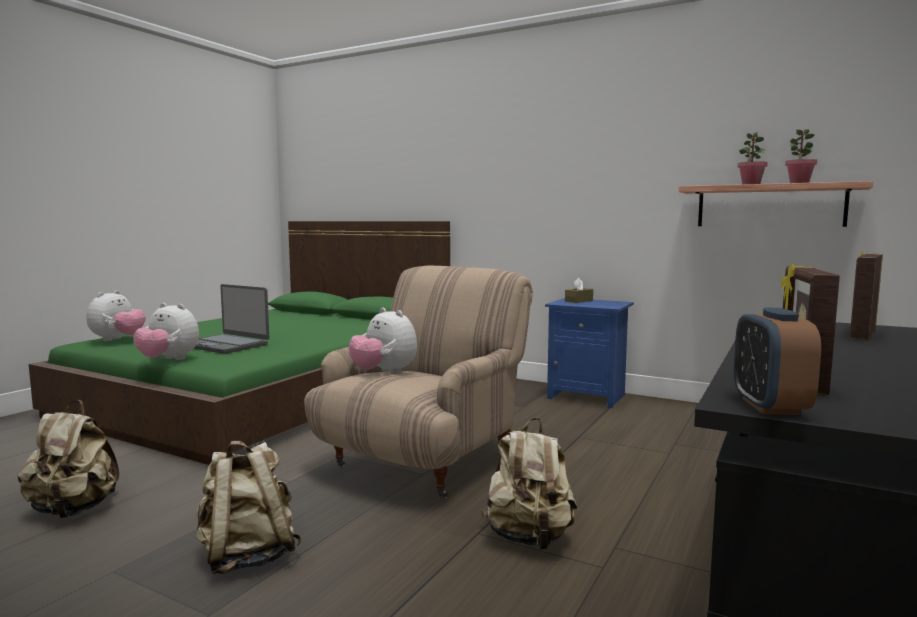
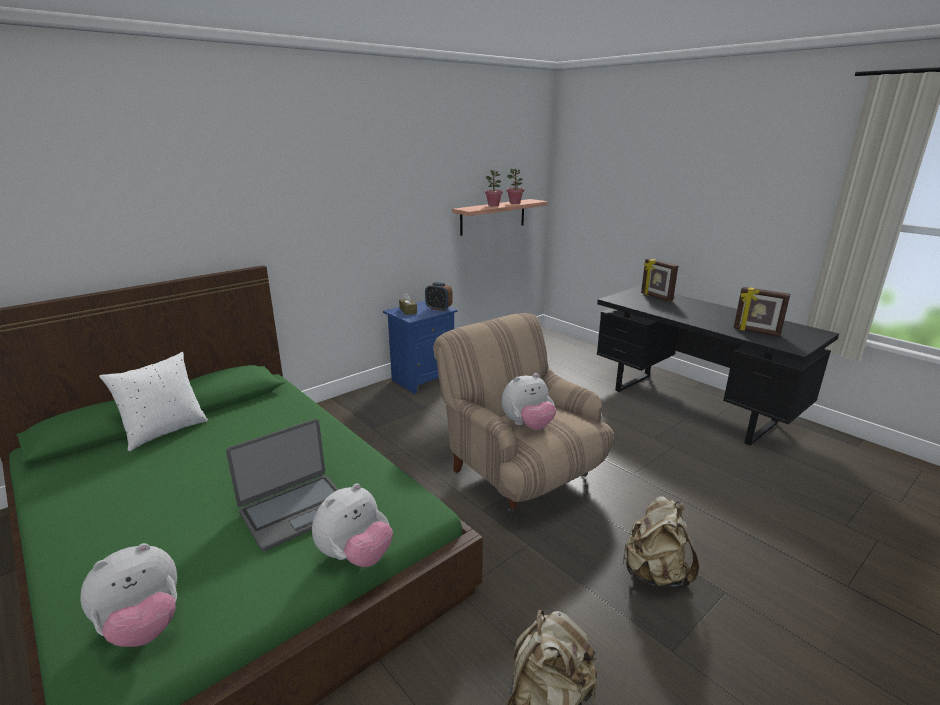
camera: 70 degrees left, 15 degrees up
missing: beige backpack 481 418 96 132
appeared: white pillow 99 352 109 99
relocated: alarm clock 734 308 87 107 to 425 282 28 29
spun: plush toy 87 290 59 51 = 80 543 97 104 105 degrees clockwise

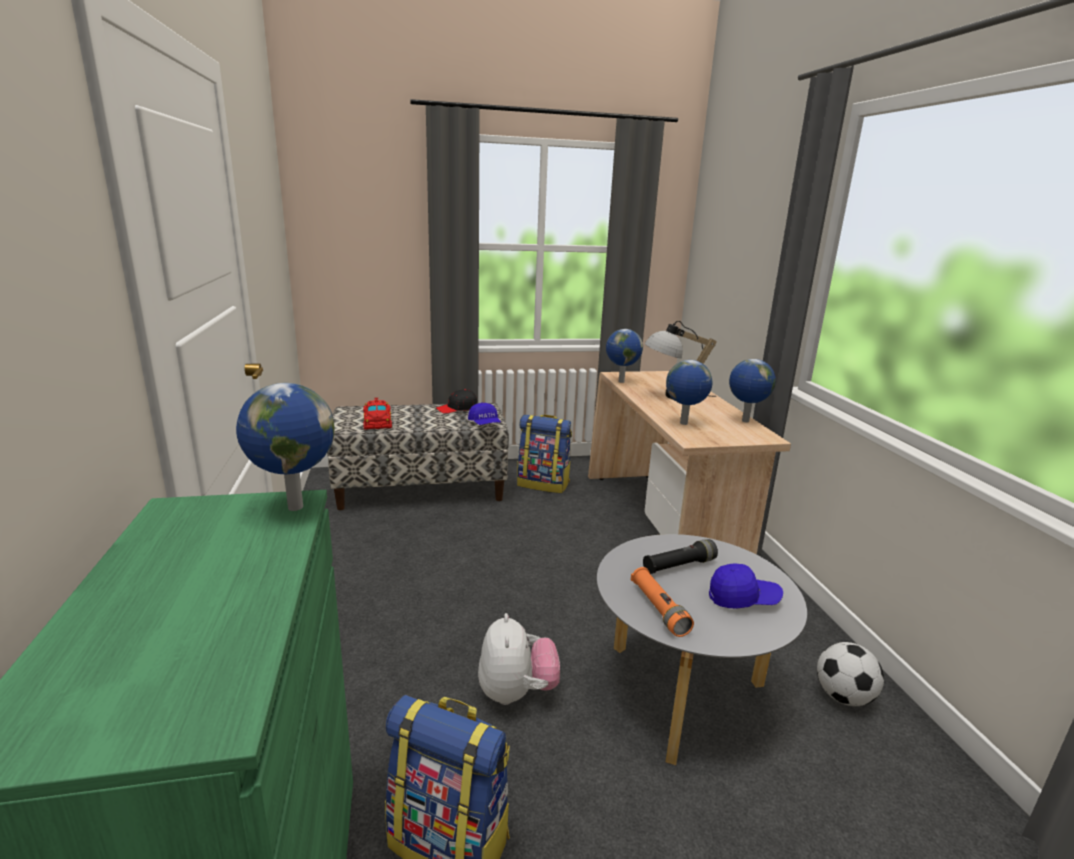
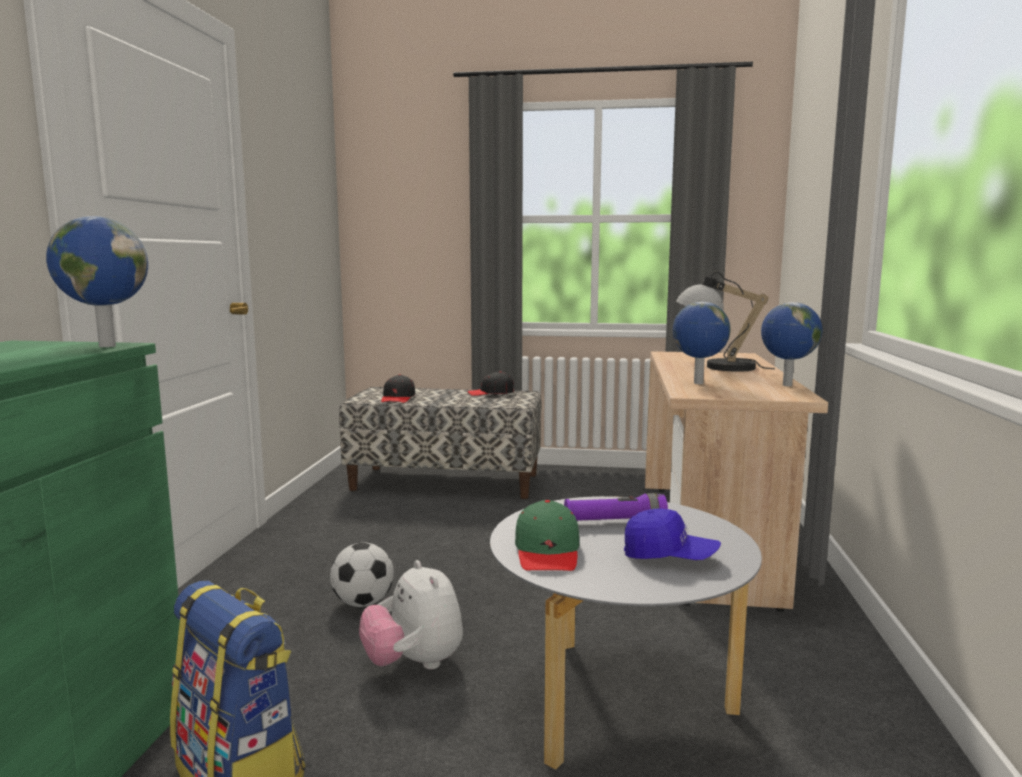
camera: 20 degrees right, 10 degrees down
missing: blue cap 468 403 33 22; backpack 517 415 55 78; globe 606 329 37 54
relocated: football 817 642 67 64 to 330 543 64 64
exchanged: red toy car 363 398 29 32 to black cap 381 374 34 29; orange flashlight 631 567 63 70 to green cap 515 500 64 71
colour: black flashlight 643 539 75 35 to purple flashlight 564 493 104 28
spun: plush toy 478 613 82 92 = 359 560 104 109 135 degrees clockwise

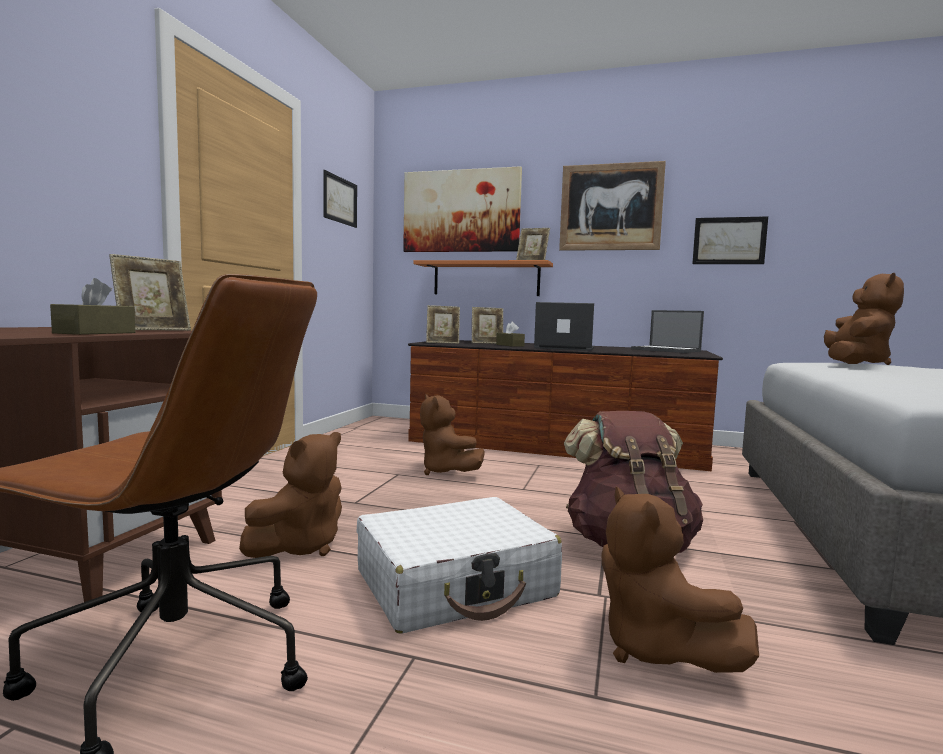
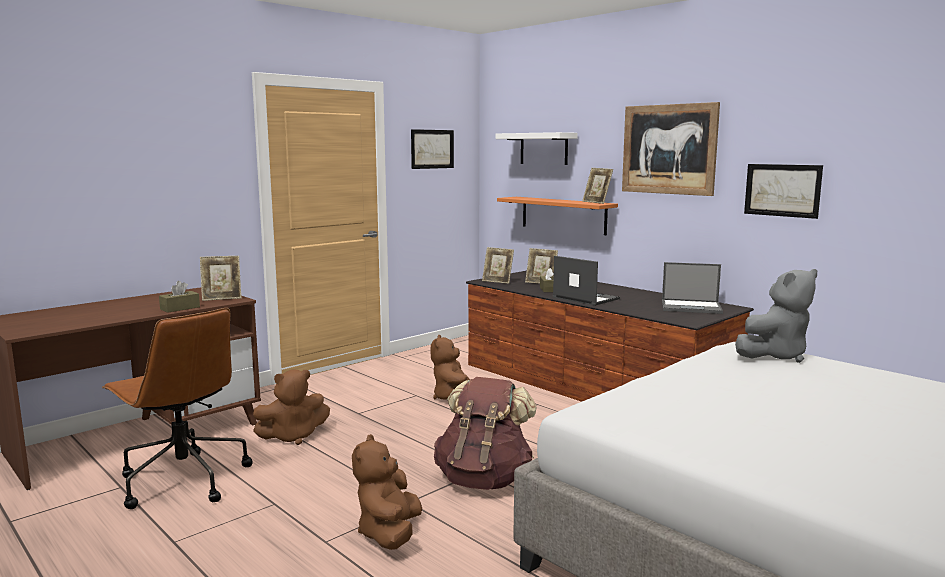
camera: 30 degrees right, 5 degrees up
missing: white suitcase 357 497 205 137
exchanged: picture 403 166 119 86 to white shelf 496 132 82 33
colour: brown plush toy 824 273 80 92 to grey plush toy 735 269 82 94
spun: laptop 631 310 73 43 = 662 262 61 52 60 degrees counterclockwise

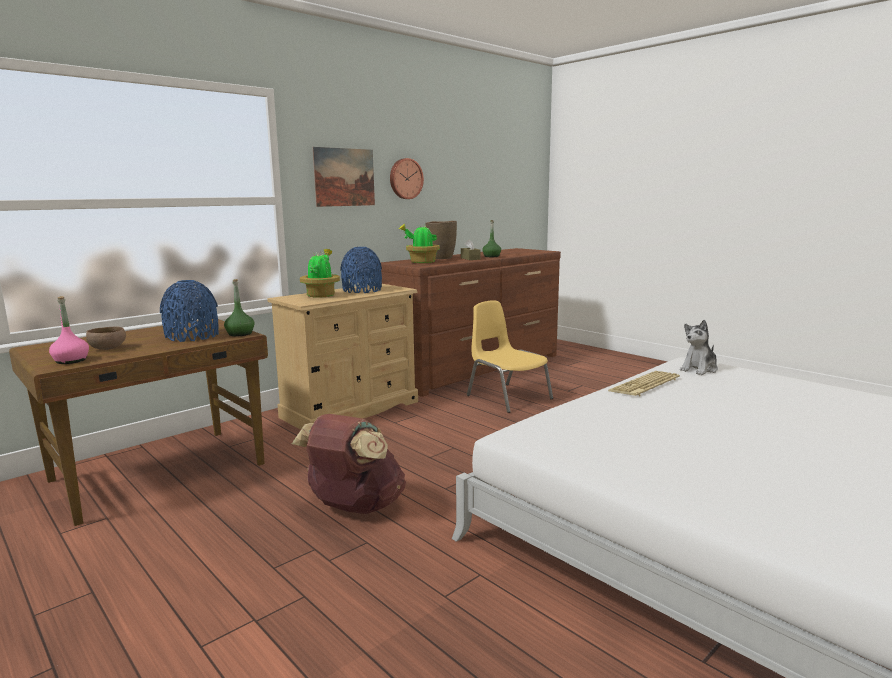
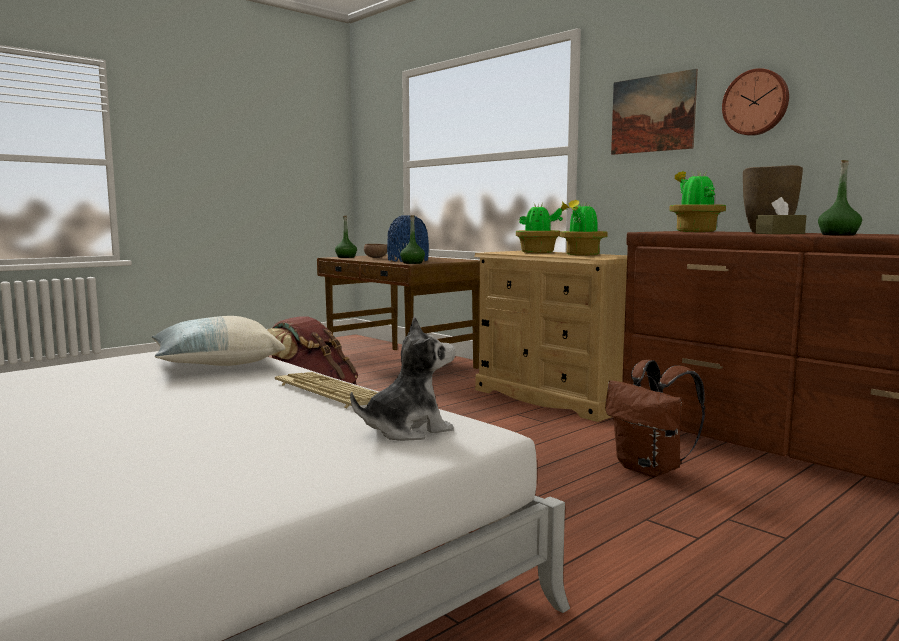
camera: 90 degrees right, 5 degrees down
appeared: pillow 151 316 134 50
exchanged: blue vase 340 247 42 46 to potted plant 560 200 48 56; yellow chair 467 300 86 113 to brown backpack 605 359 100 118
colour: pink bottle 49 296 40 68 to green bottle 335 215 22 43
spun: plush toy 680 320 38 55 = 350 316 105 125 105 degrees clockwise

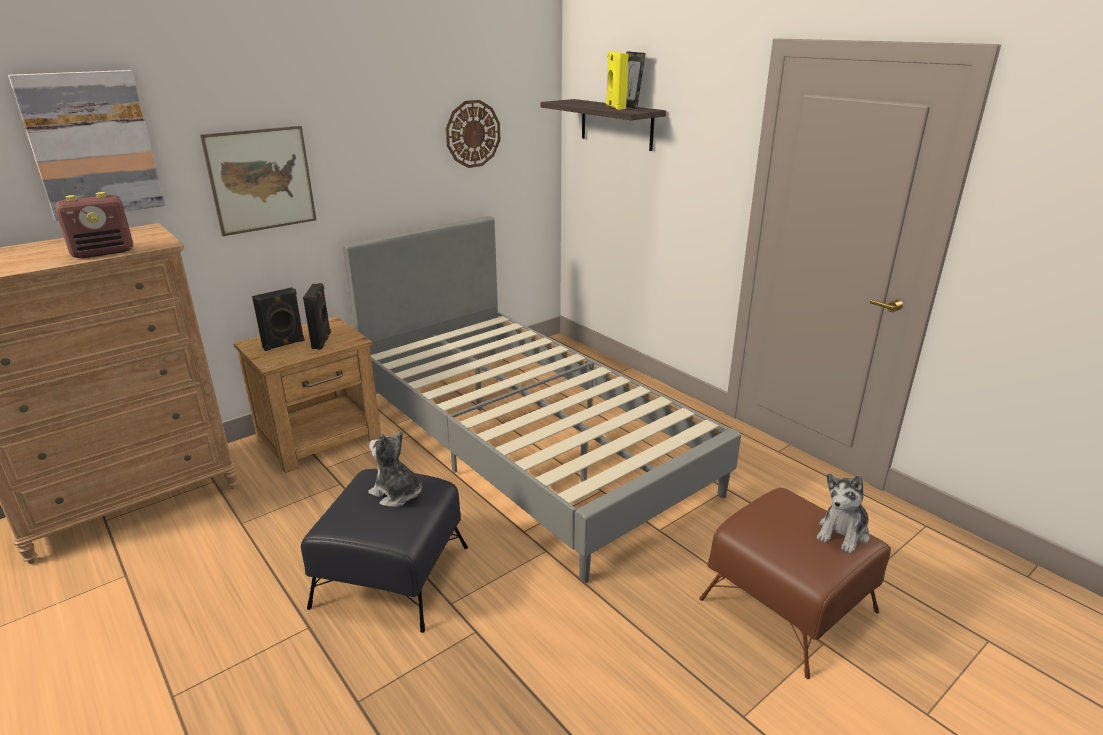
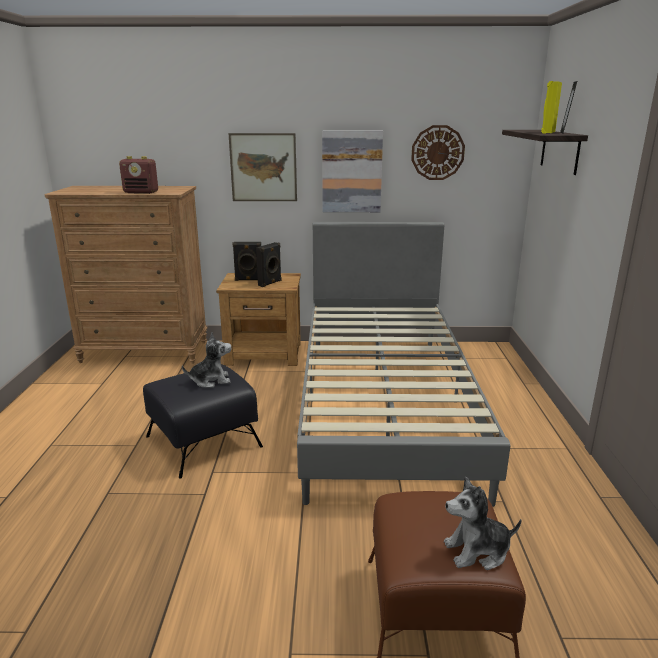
camera: 40 degrees right, 5 degrees down
relocated: picture 8 70 157 151 to 322 130 61 82
spun: plush toy 368 430 54 77 = 182 332 50 56 90 degrees clockwise

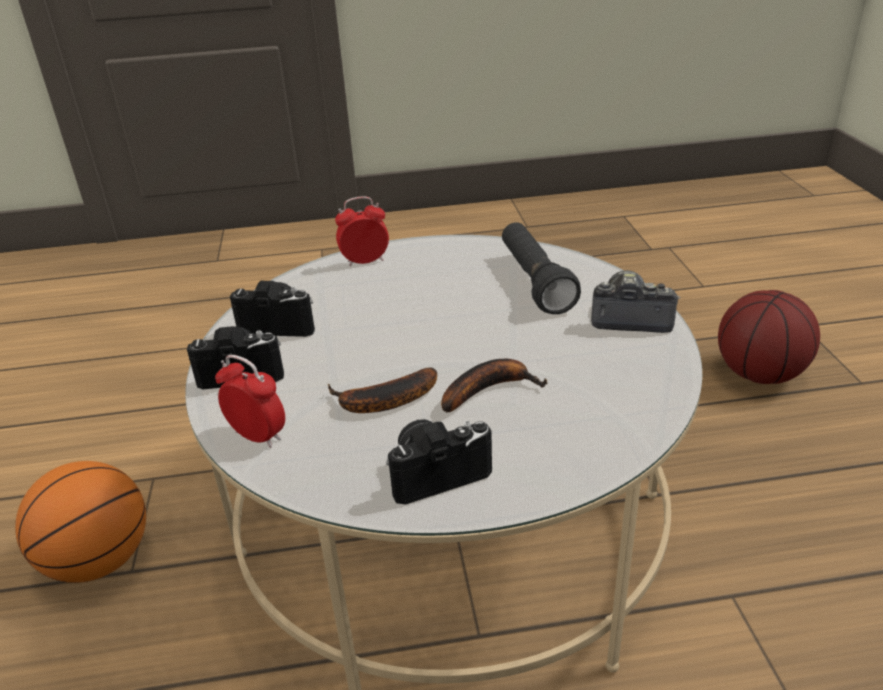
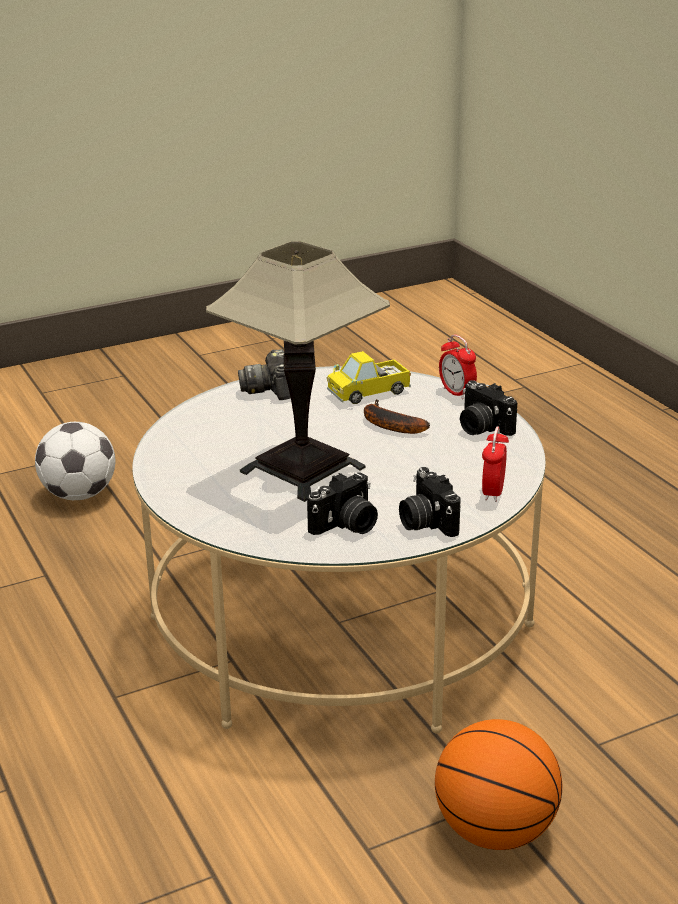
camera: 110 degrees left, 5 degrees down
missing: banana 328 367 109 46; black flashlight 502 222 79 92
appeared: table lamp 206 241 184 261; toy truck 327 351 84 53
relocated: alarm clock 335 196 54 70 to 439 335 38 65
exchanged: basketball 718 290 102 94 to football 35 422 81 78
spun: photo camera 230 281 85 56 = 307 472 71 63 120 degrees counterclockwise

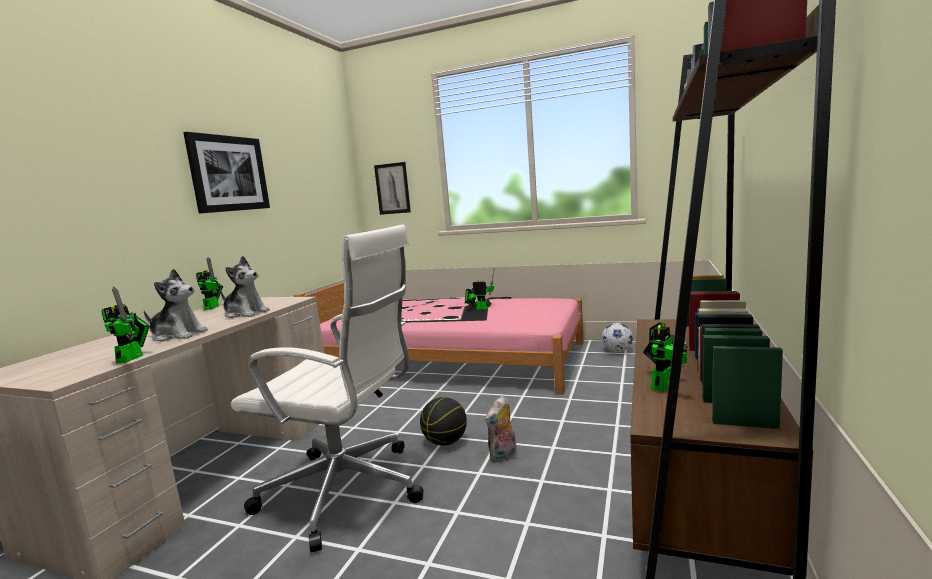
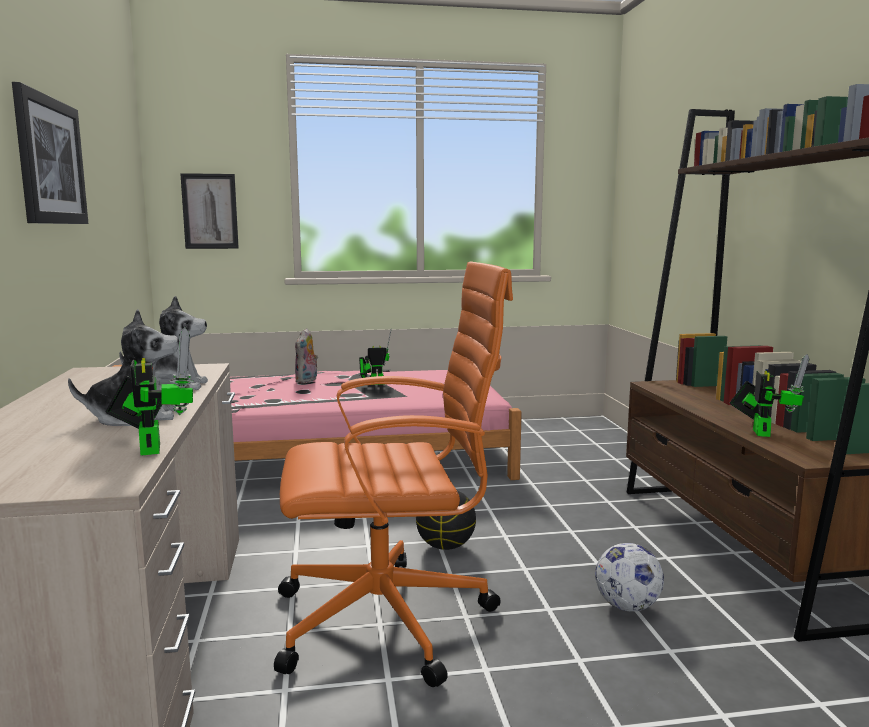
camera: 30 degrees left, 0 degrees up
missing: toy robot 196 257 27 53
relocated: plush toy 485 396 31 67 to 295 328 23 55; football 602 323 31 29 to 595 543 69 69
colour: white office chair 231 225 193 328 to orange office chair 274 261 239 426

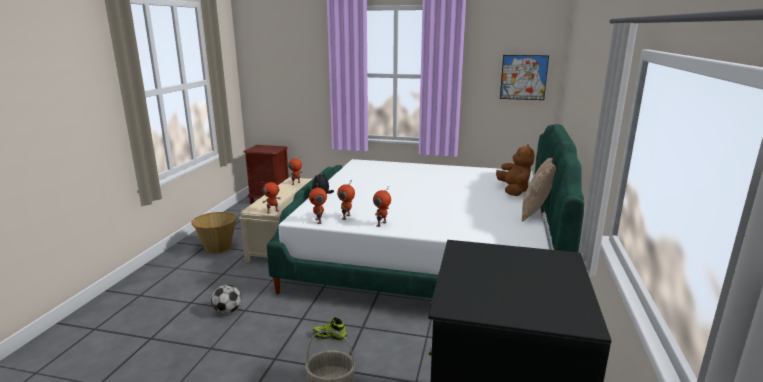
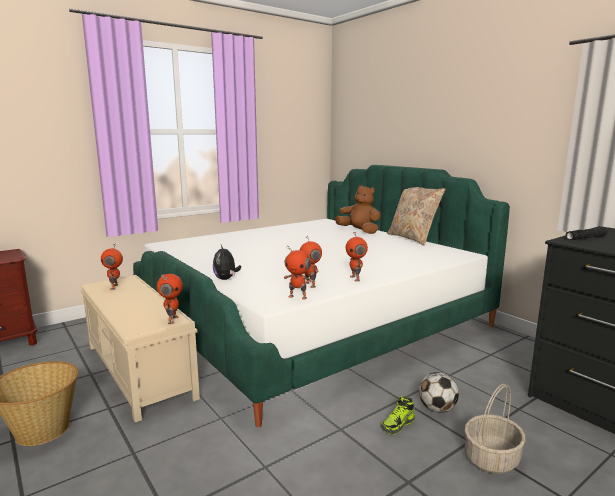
camera: 50 degrees left, 5 degrees down
missing: picture 500 55 49 45
appeared: black flashlight 566 228 42 12
relocated: football 211 284 30 30 to 419 372 40 41

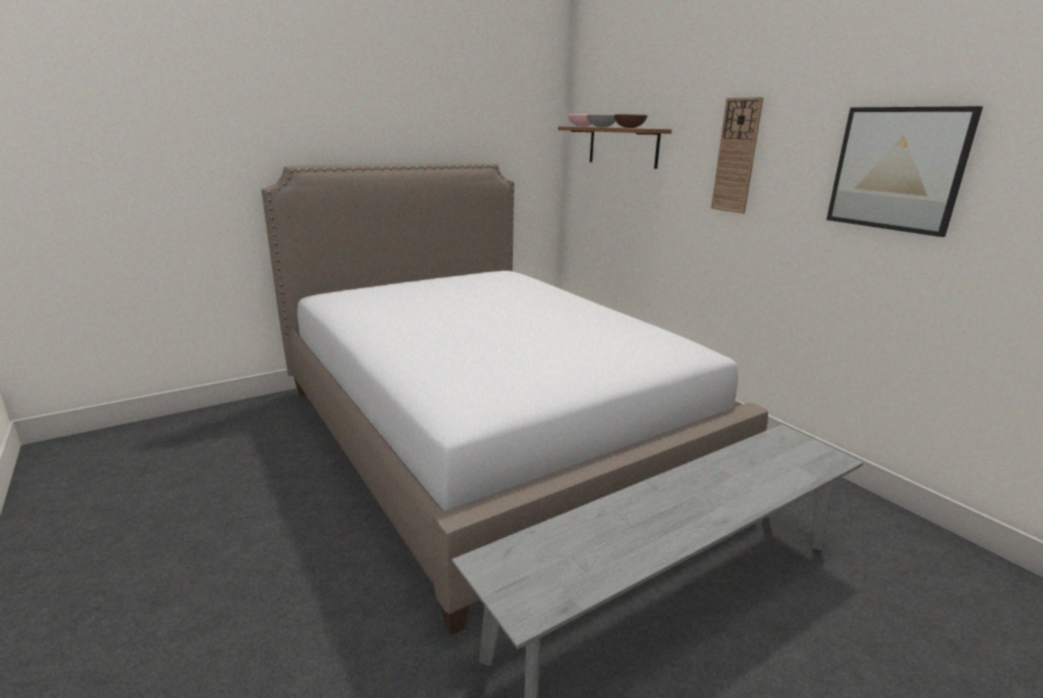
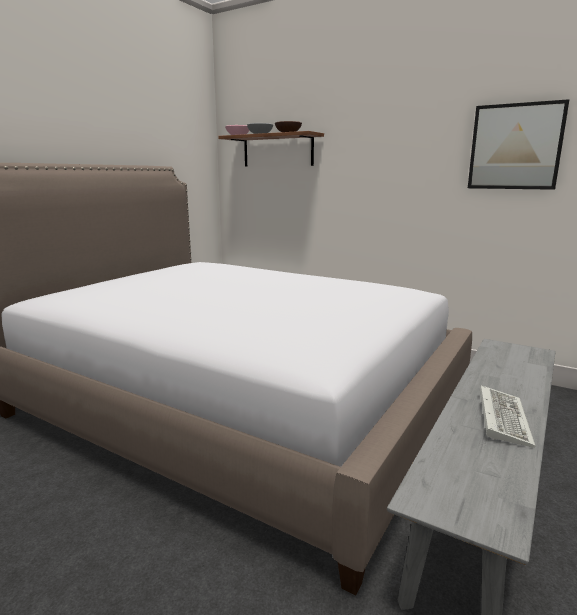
camera: 25 degrees left, 5 degrees down
missing: wall clock 711 97 53 117
appeared: keyboard 480 385 56 63

